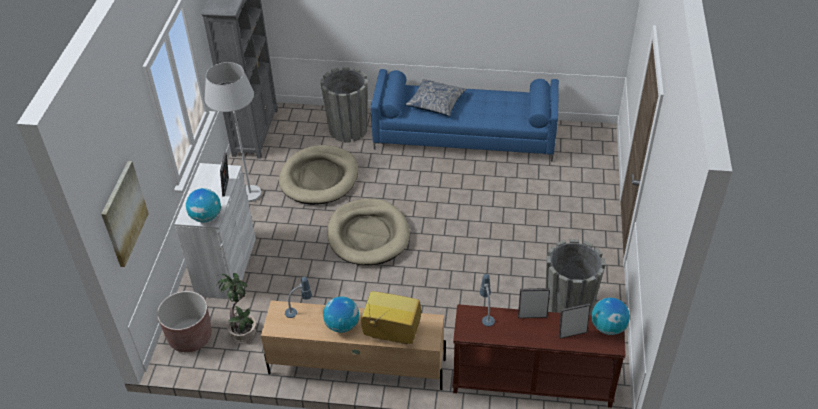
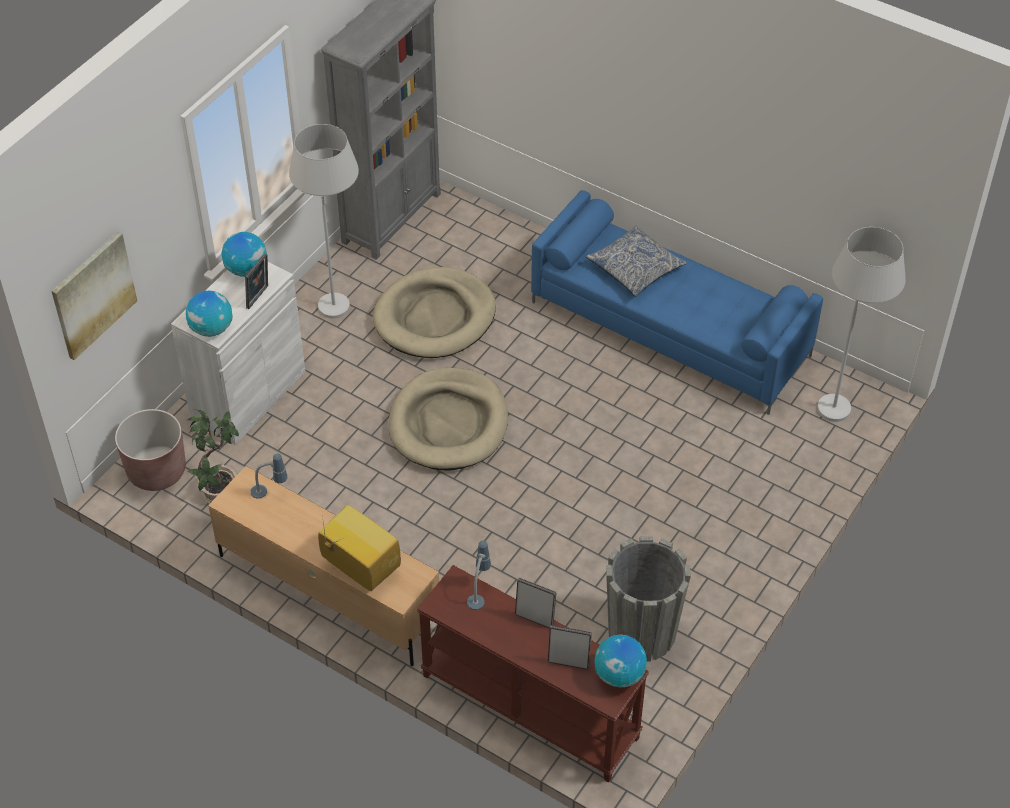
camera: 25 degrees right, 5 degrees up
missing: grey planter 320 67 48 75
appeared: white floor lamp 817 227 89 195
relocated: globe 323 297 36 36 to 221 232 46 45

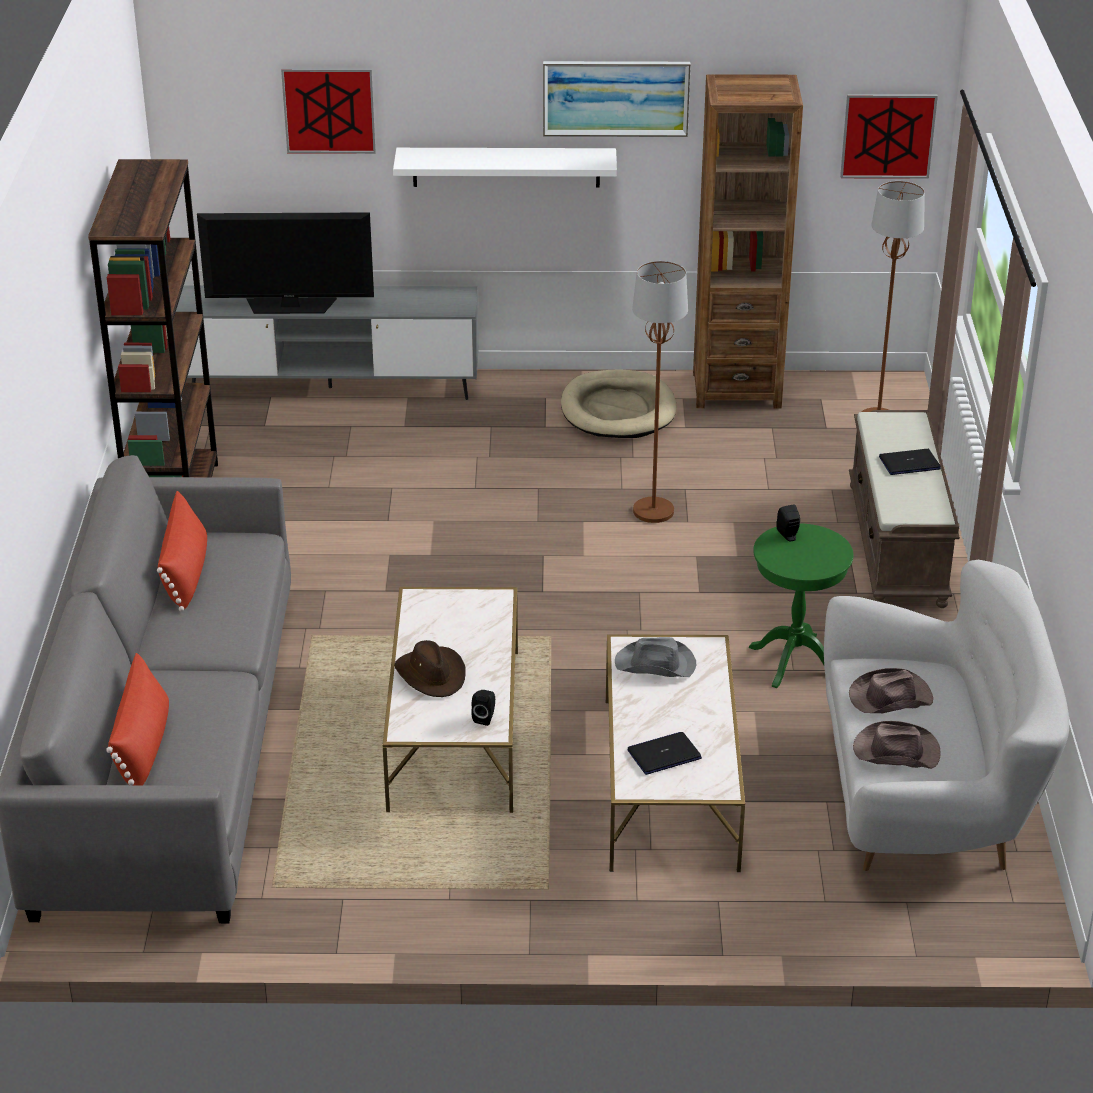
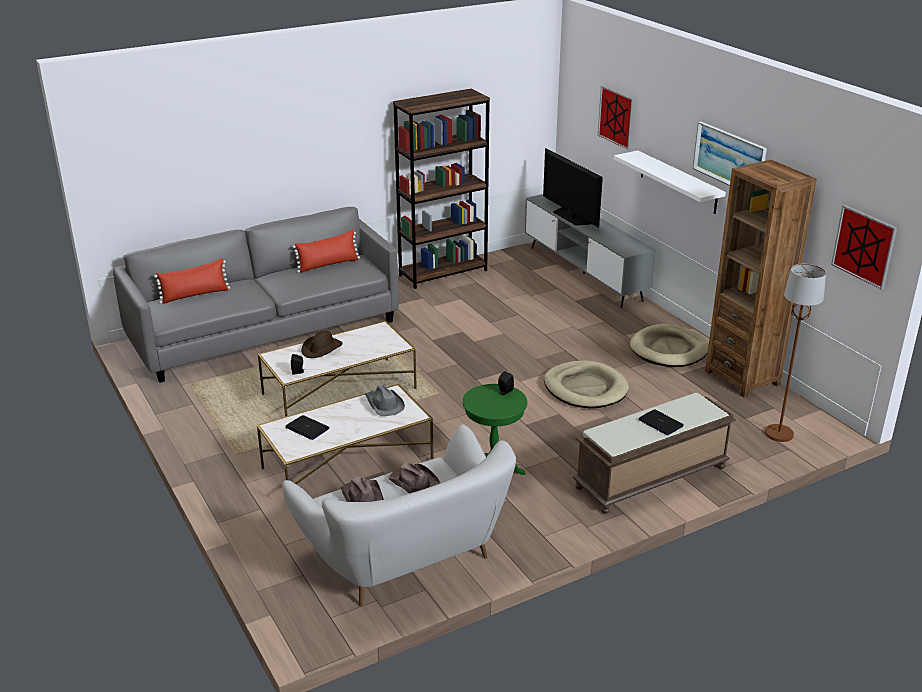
camera: 60 degrees right, 5 degrees down
exchanged: brown floor lamp 632 261 56 262 to beige dog bed 544 360 85 48

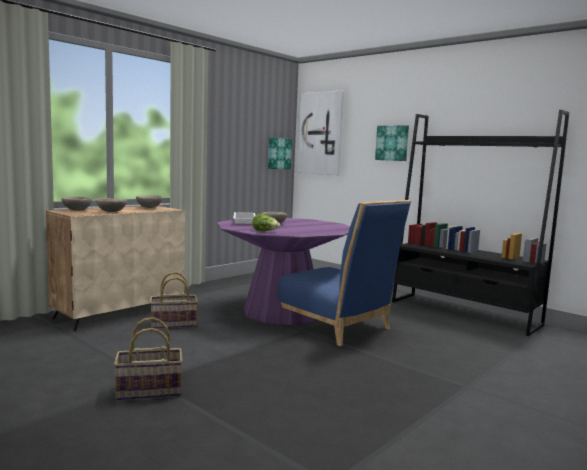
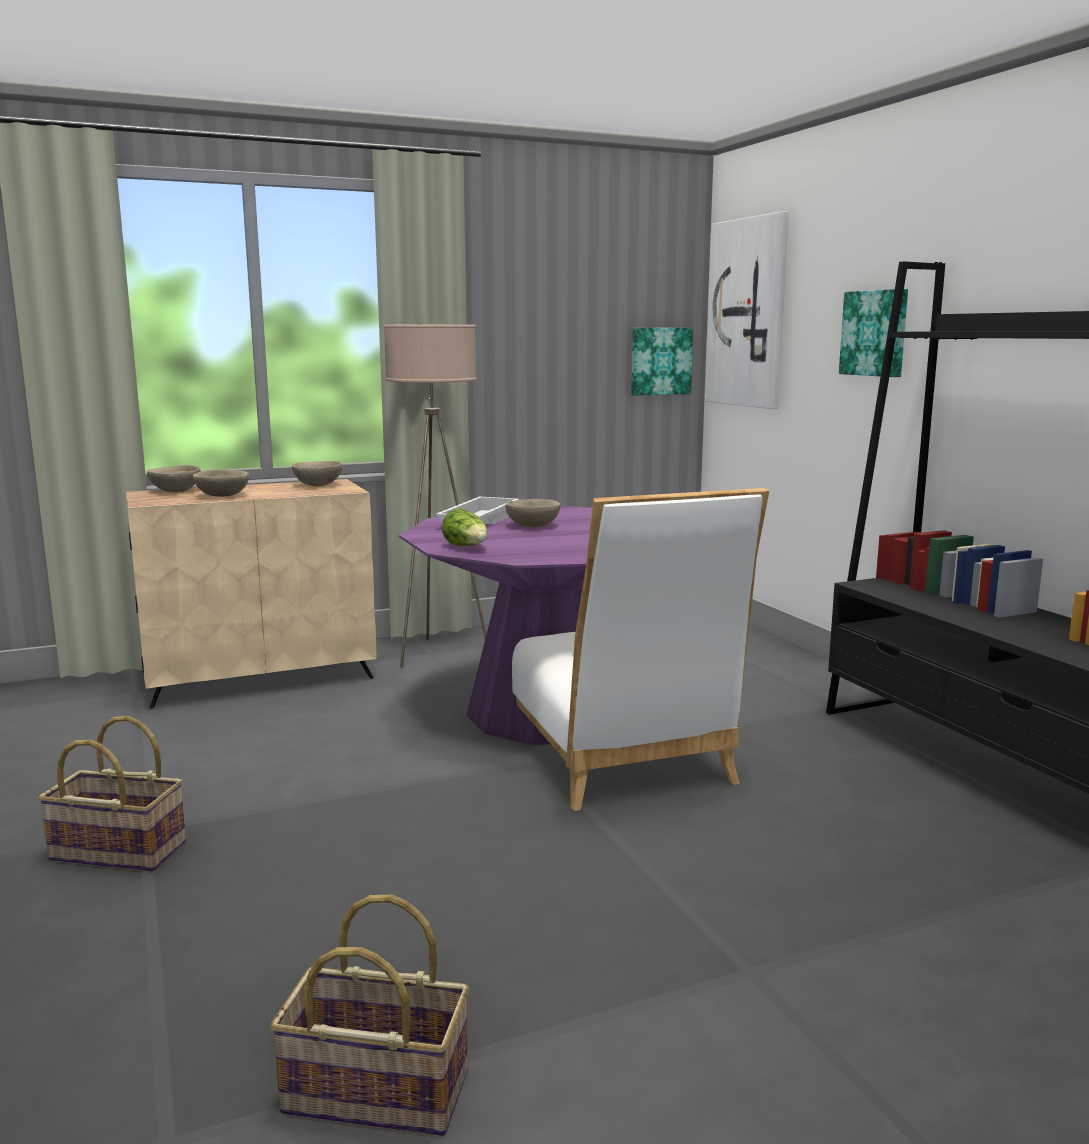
camera: 25 degrees right, 5 degrees up
appeared: beige floor lamp 384 325 102 343
relocated: basket 150 272 48 57 to 270 895 199 241
colour: blue chair 278 200 133 146 to white chair 512 488 257 323

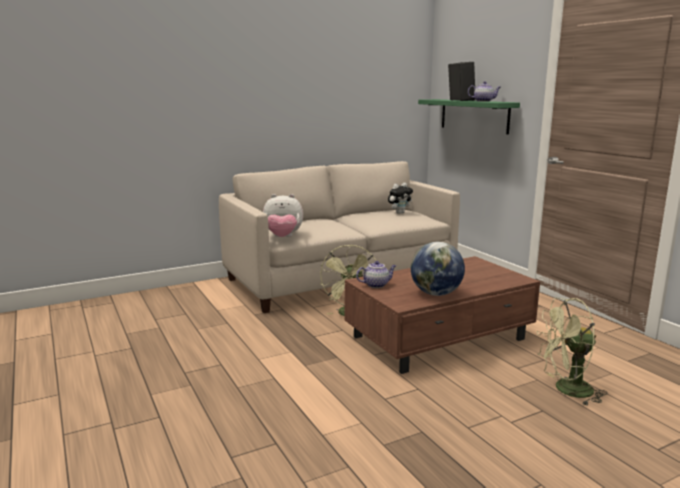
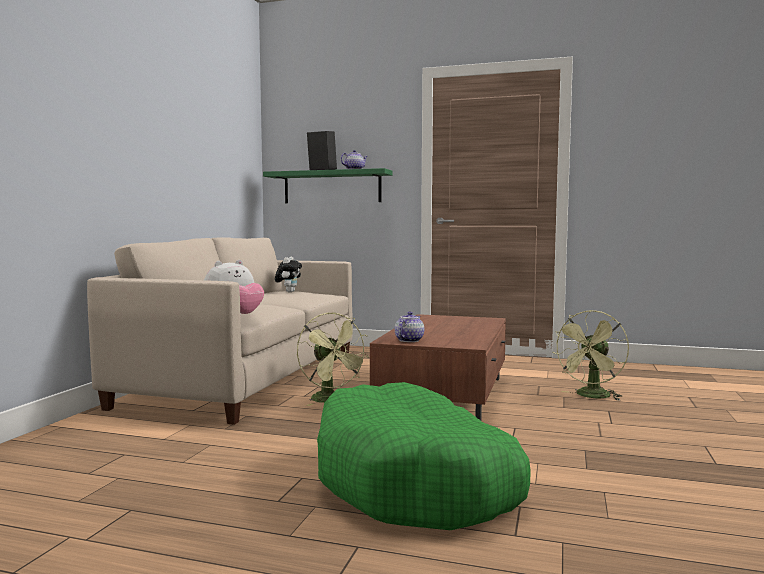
camera: 45 degrees left, 10 degrees down
missing: globe 411 242 54 54
appeared: green dog bed 317 382 213 148

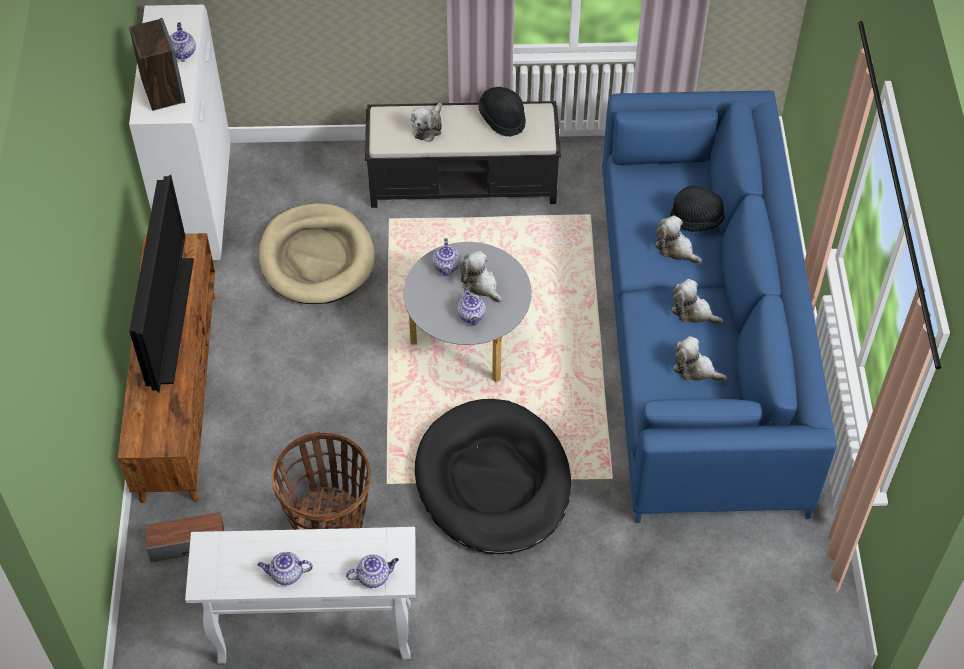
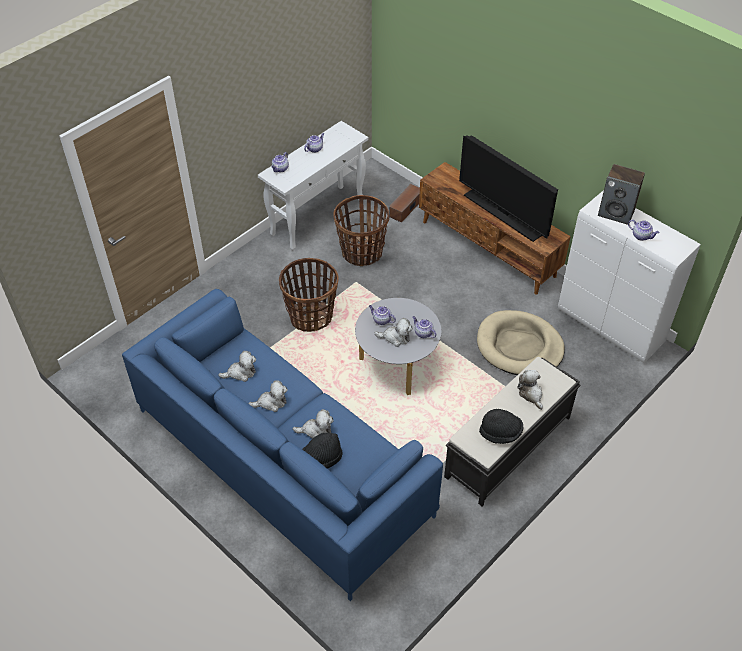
camera: 135 degrees right, 5 degrees down
exchanged: black dog bed 415 399 156 155 to basket 279 258 60 74

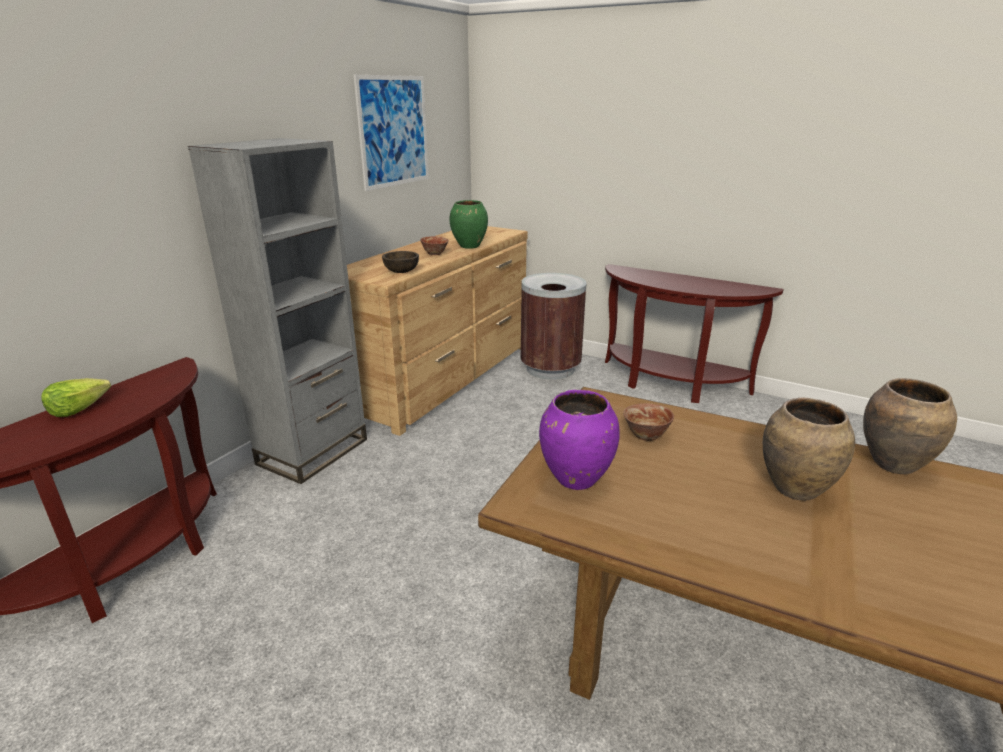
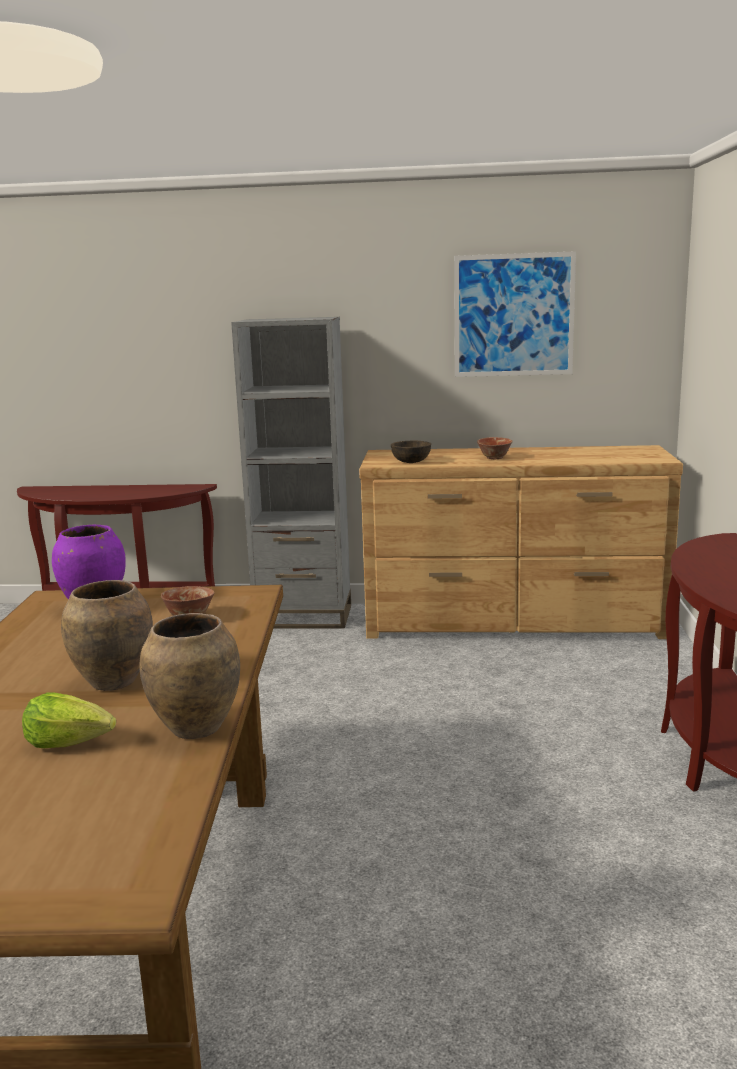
camera: 65 degrees right, 10 degrees down
missing: green vase 449 200 39 49; brown trash can 520 273 66 107
relocated: lettuce 41 378 70 39 to 22 692 94 56

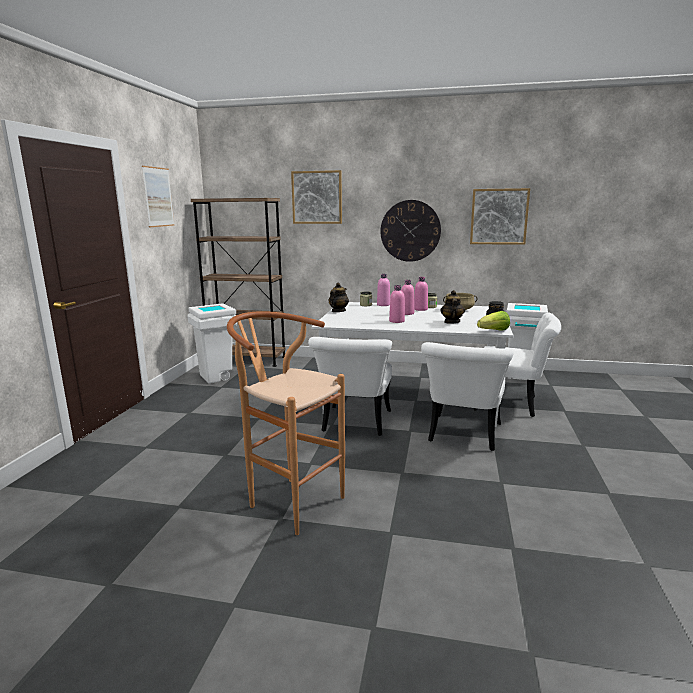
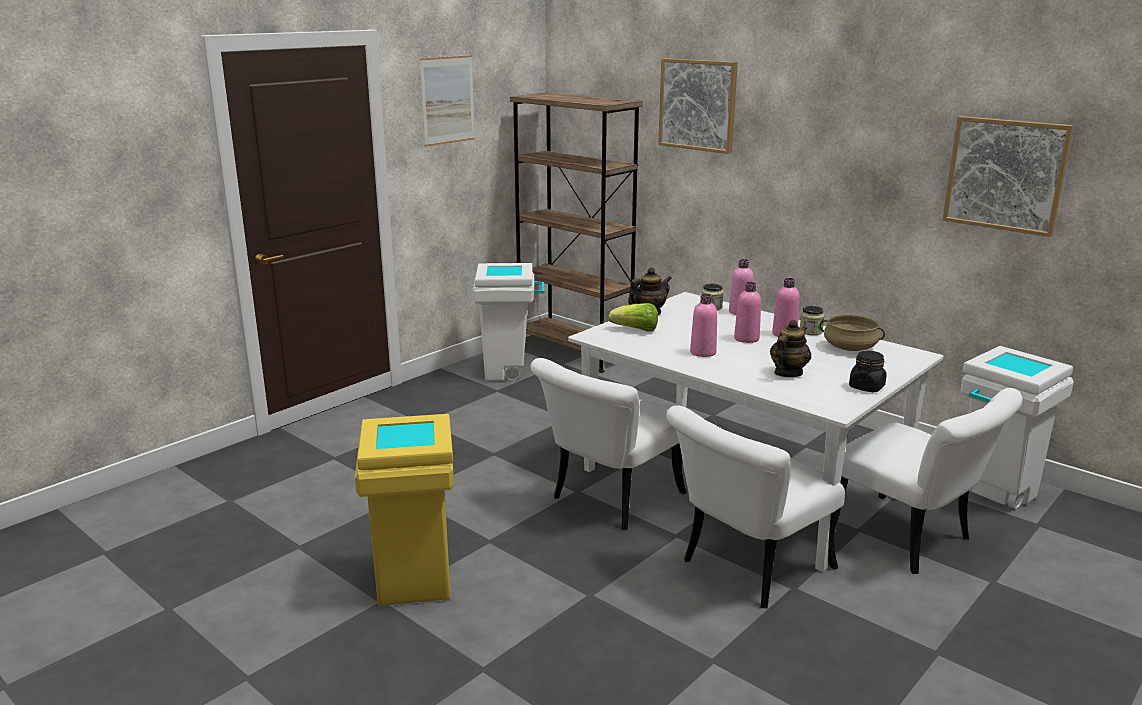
camera: 30 degrees right, 5 degrees up
missing: wall clock 380 200 61 62
relocated: lettuce 477 311 33 20 to 609 303 49 29
exchanged: brown stool 227 311 118 224 to yellow trash can 355 414 99 192

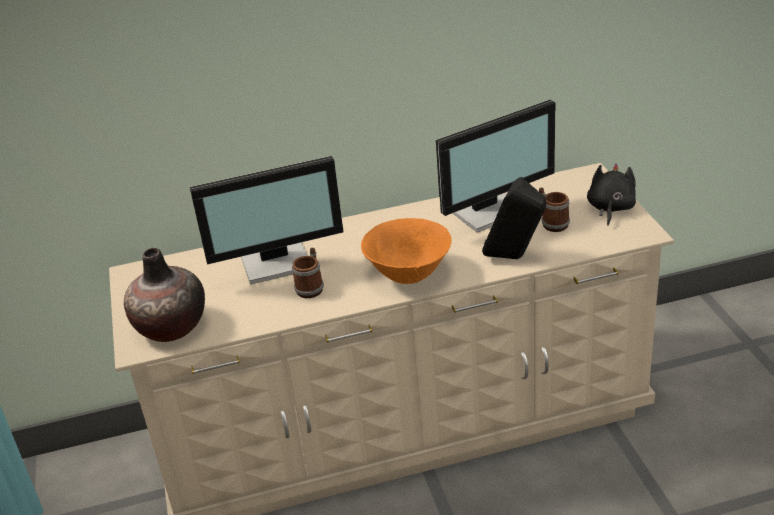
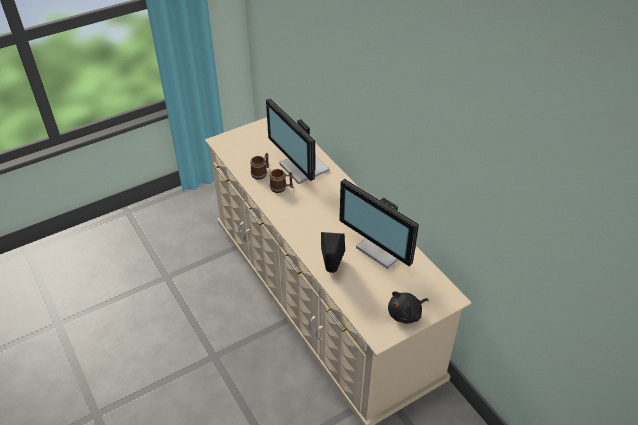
camera: 70 degrees right, 10 degrees up
missing: vase 124 248 81 94; orange bowl 361 218 91 66
relocated: mug 539 187 31 45 to 250 153 19 27
spun: black plush toy 587 163 49 63 = 388 291 41 33 150 degrees clockwise

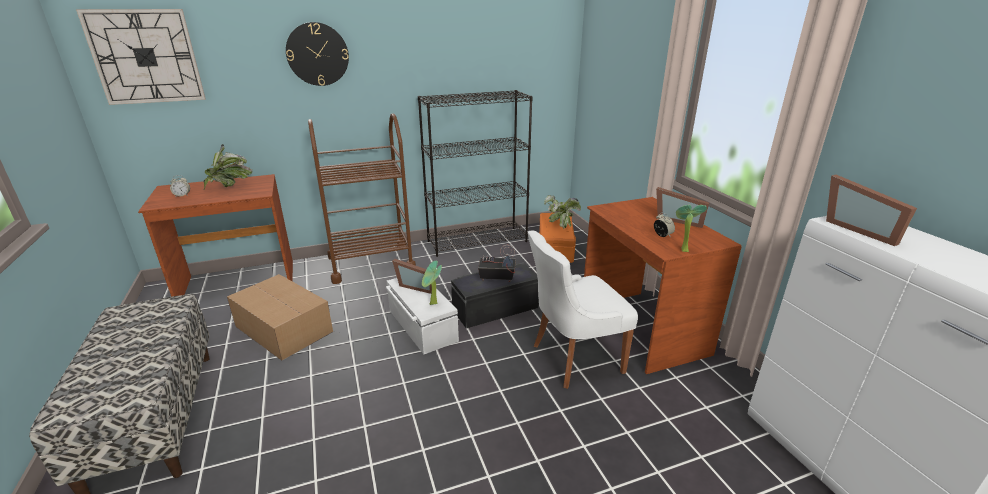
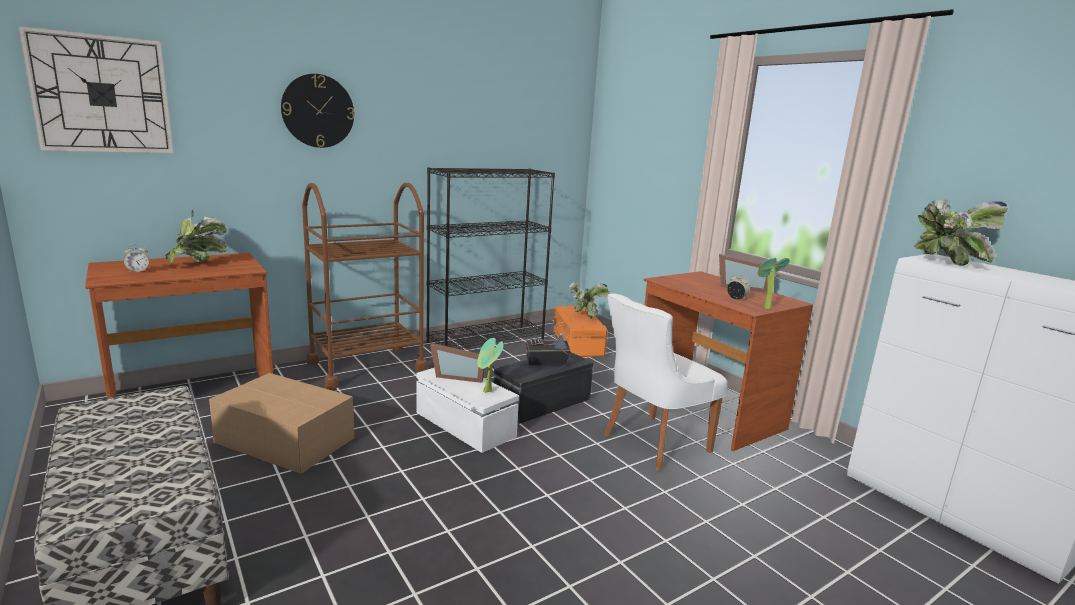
camera: 15 degrees left, 10 degrees down
exchanged: picture frame 826 175 91 71 to potted plant 914 200 94 66

